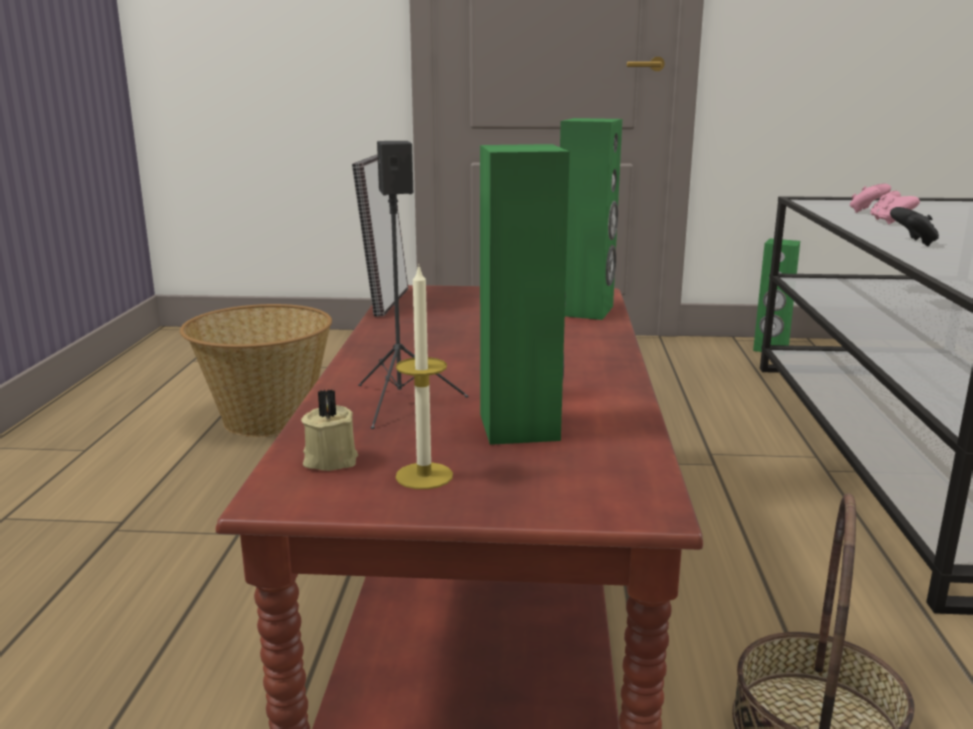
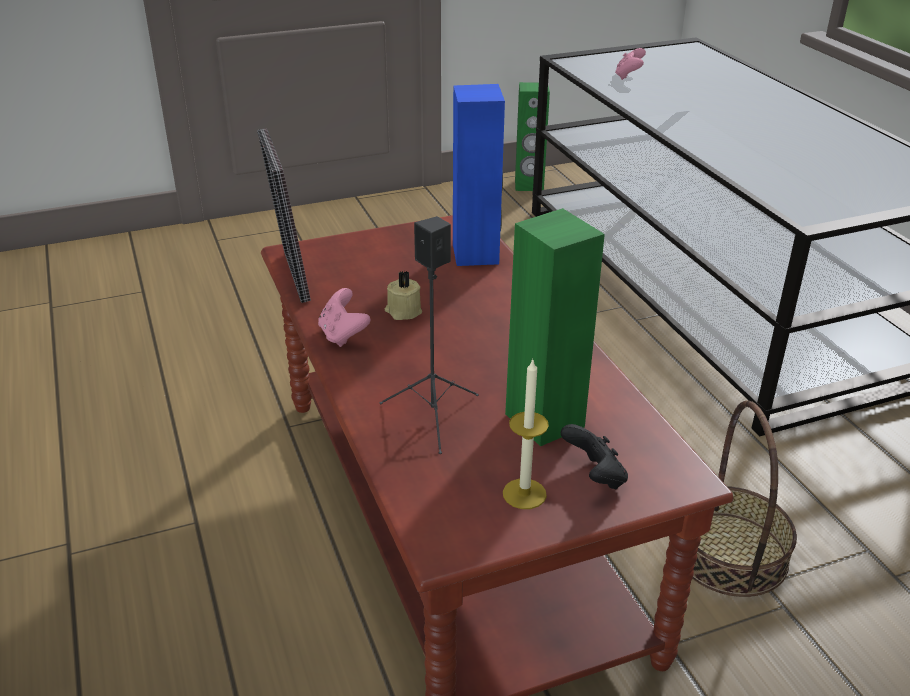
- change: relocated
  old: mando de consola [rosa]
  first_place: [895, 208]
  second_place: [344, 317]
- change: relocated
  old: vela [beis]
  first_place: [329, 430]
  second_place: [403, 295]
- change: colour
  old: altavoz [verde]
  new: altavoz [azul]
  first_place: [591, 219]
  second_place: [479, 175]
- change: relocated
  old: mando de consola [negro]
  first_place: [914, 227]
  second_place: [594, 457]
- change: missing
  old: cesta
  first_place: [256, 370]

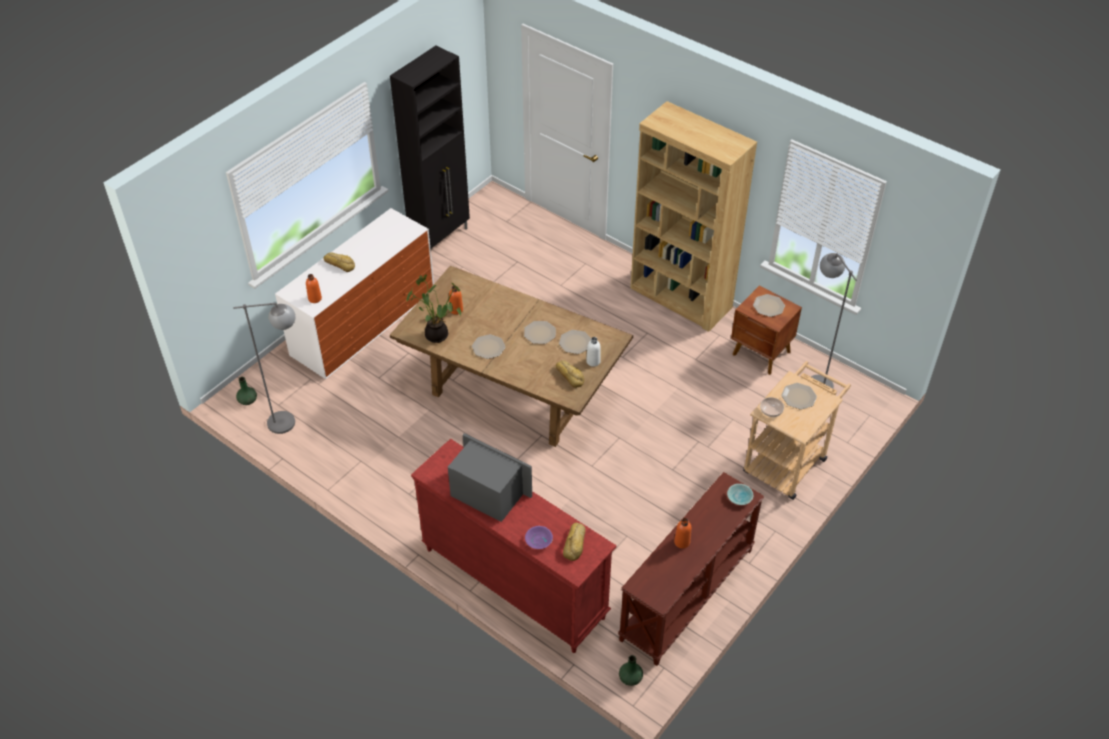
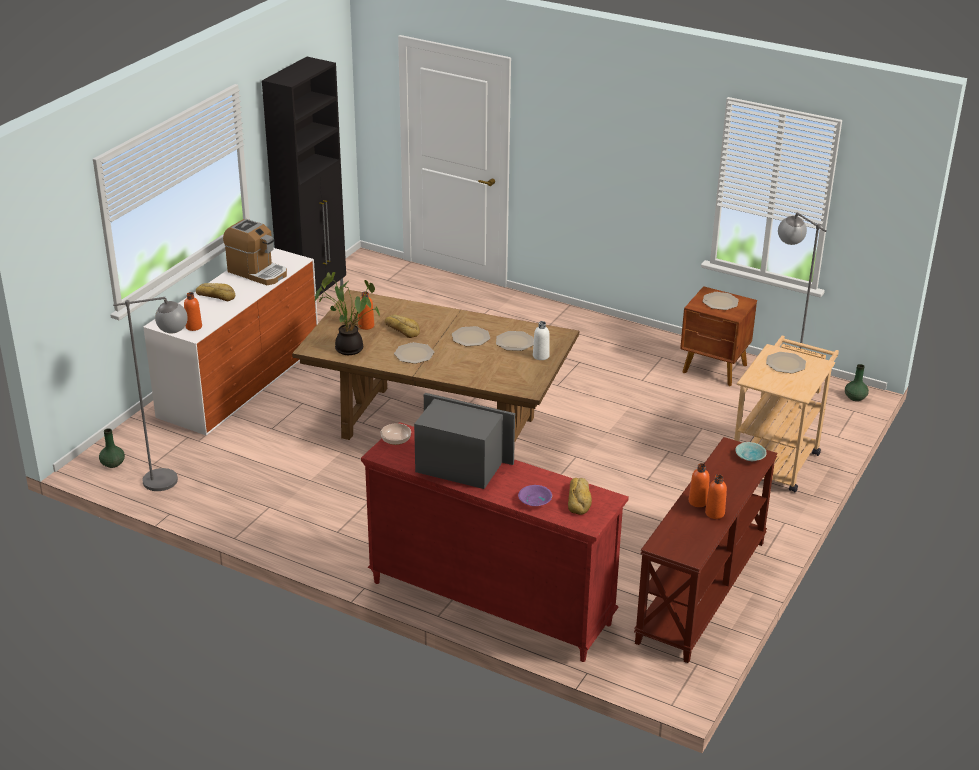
- change: appeared
  new: cafetera
  second_place: [255, 252]
- change: relocated
  old: cuenco
  first_place: [772, 407]
  second_place: [395, 434]
- change: relocated
  old: pan
  first_place: [570, 374]
  second_place: [402, 326]
- change: appeared
  new: botella [naranja]
  second_place: [716, 497]
- change: relocated
  old: florero [verde]
  first_place: [631, 670]
  second_place: [857, 382]
- change: missing
  old: estantería [marrón]
  first_place: [693, 216]

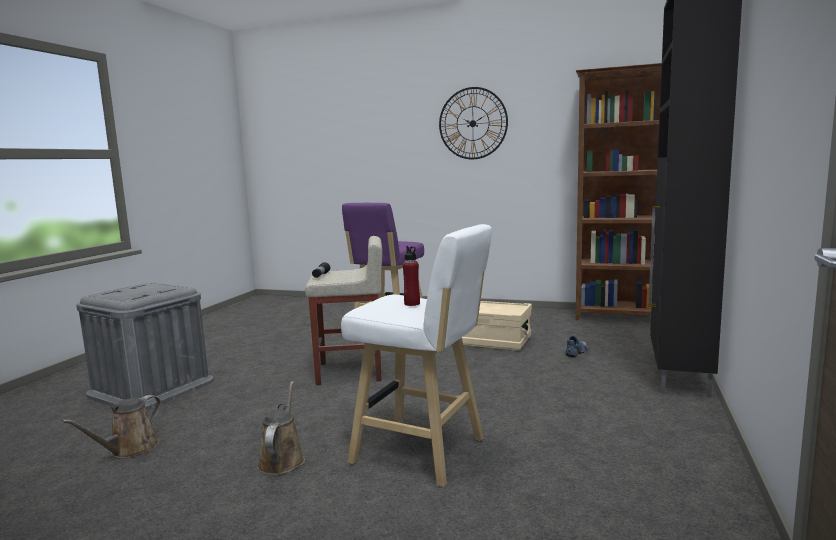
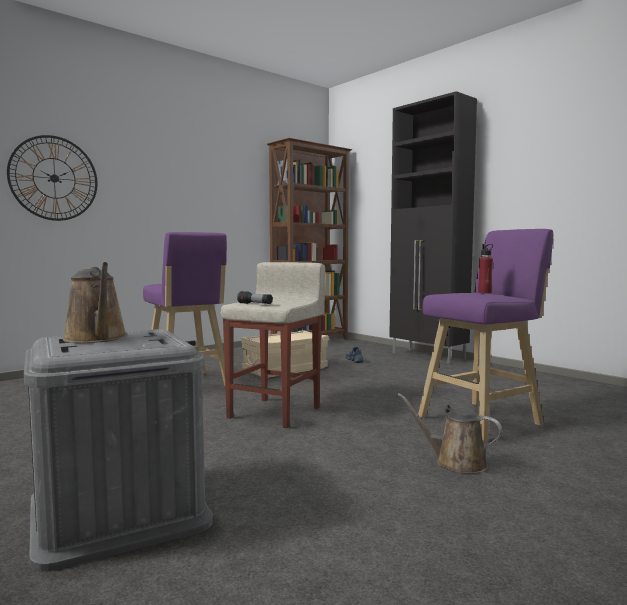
- change: relocated
  old: reloj de pared
  first_place: [473, 123]
  second_place: [52, 178]
- change: relocated
  old: regadera [marrón]
  first_place: [111, 426]
  second_place: [95, 302]
- change: colour
  old: taburete [blanco]
  new: taburete [morado]
  first_place: [416, 355]
  second_place: [485, 335]

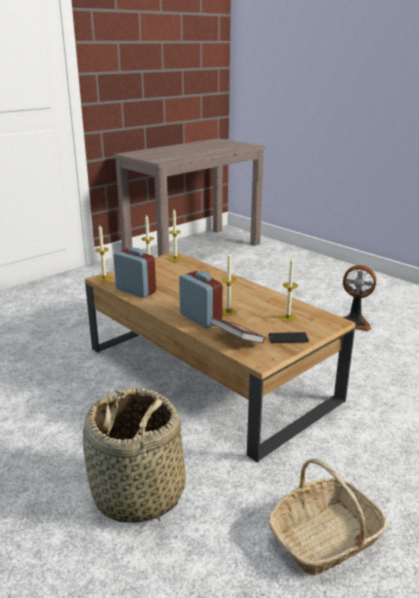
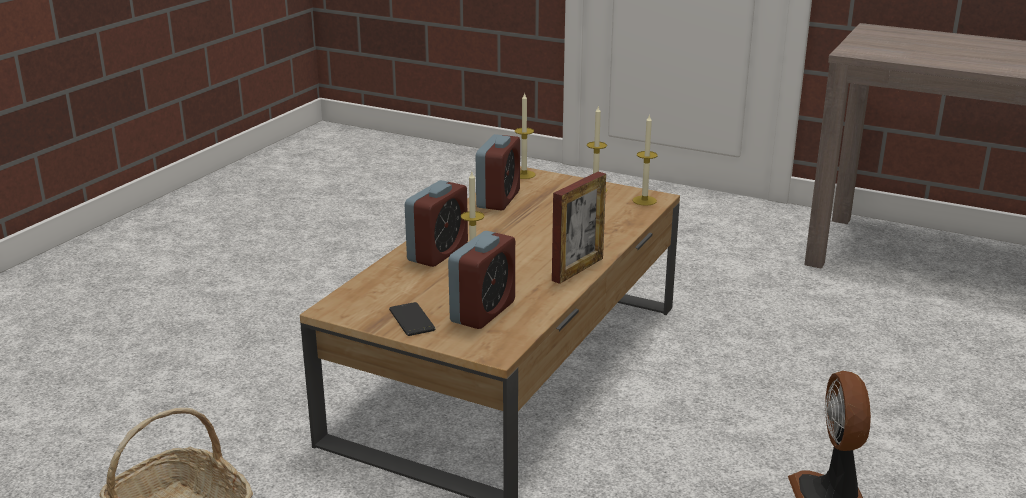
- change: exchanged
  old: vela
  new: despertador
  first_place: [288, 289]
  second_place: [481, 280]
- change: appeared
  new: portarretratos
  second_place: [579, 228]
- change: missing
  old: cesta
  first_place: [134, 455]
- change: missing
  old: libro
  first_place: [237, 330]

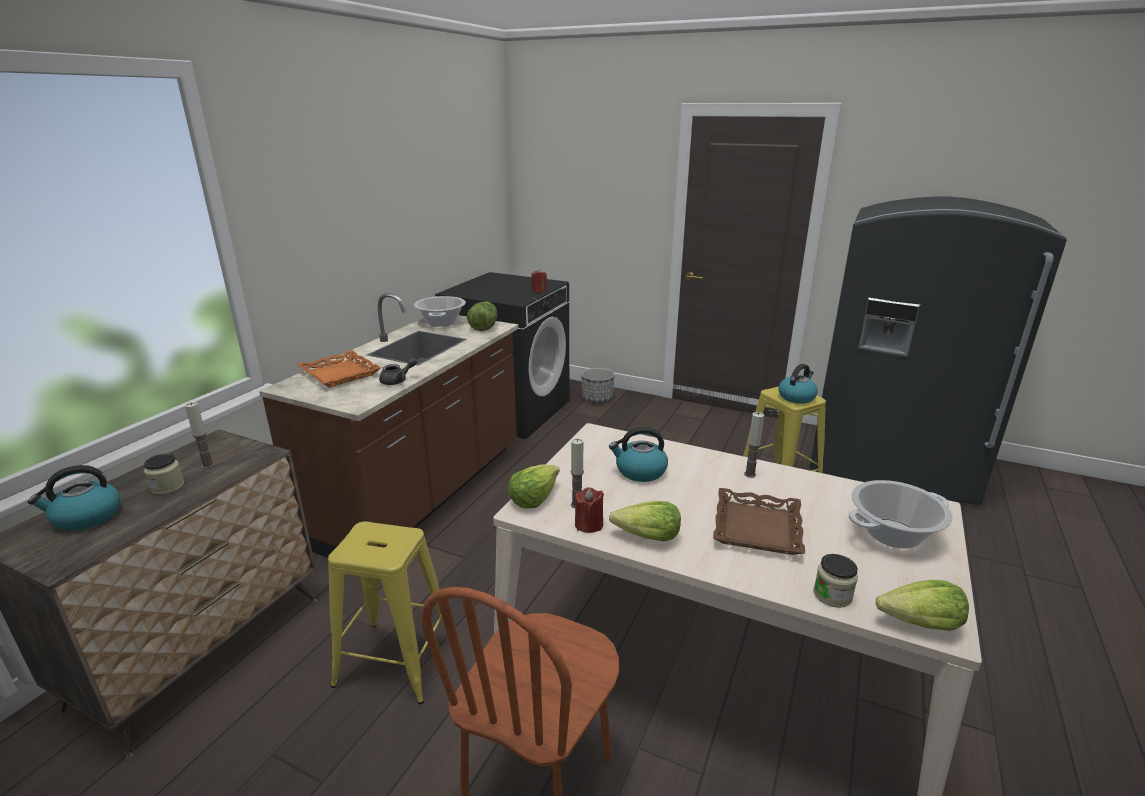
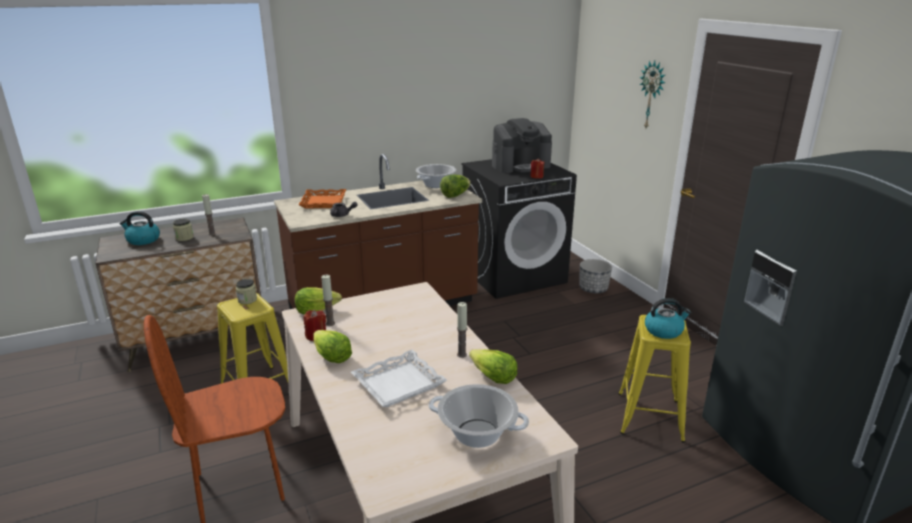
- change: relocated
  old: tarro
  first_place: [835, 581]
  second_place: [246, 291]
- change: colour
  old: bandeja [marrón]
  new: bandeja [blanco]
  first_place: [759, 521]
  second_place: [399, 378]
- change: relocated
  old: lechuga
  first_place: [922, 605]
  second_place: [493, 366]
- change: appeared
  new: cafetera
  second_place: [522, 145]
- change: appeared
  new: reloj de pared
  second_place: [652, 94]
- change: missing
  old: hervidor
  first_place: [638, 454]

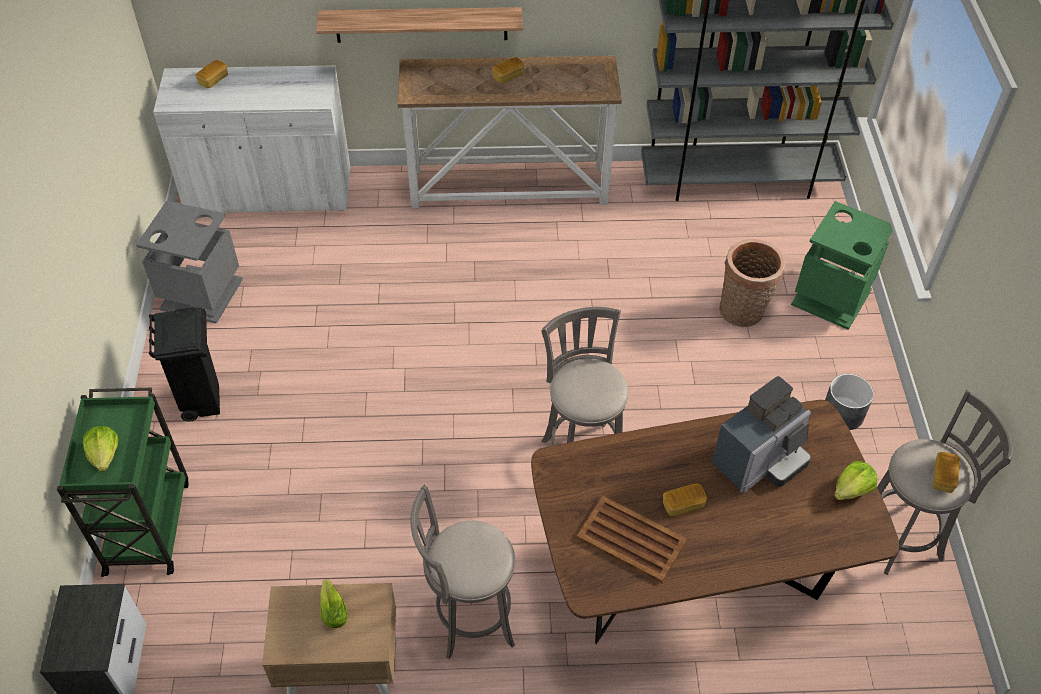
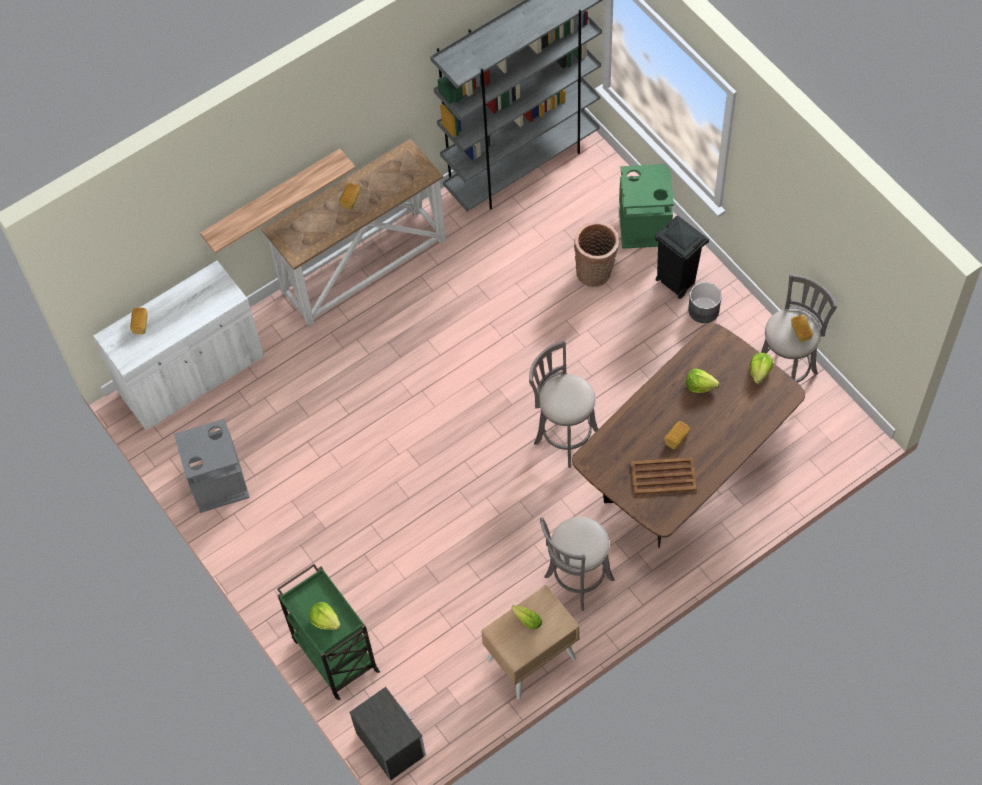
- change: relocated
  old: papelera [negro]
  first_place: [184, 364]
  second_place: [682, 257]
- change: exchanged
  old: cafetera
  new: lechuga
  first_place: [761, 435]
  second_place: [702, 381]

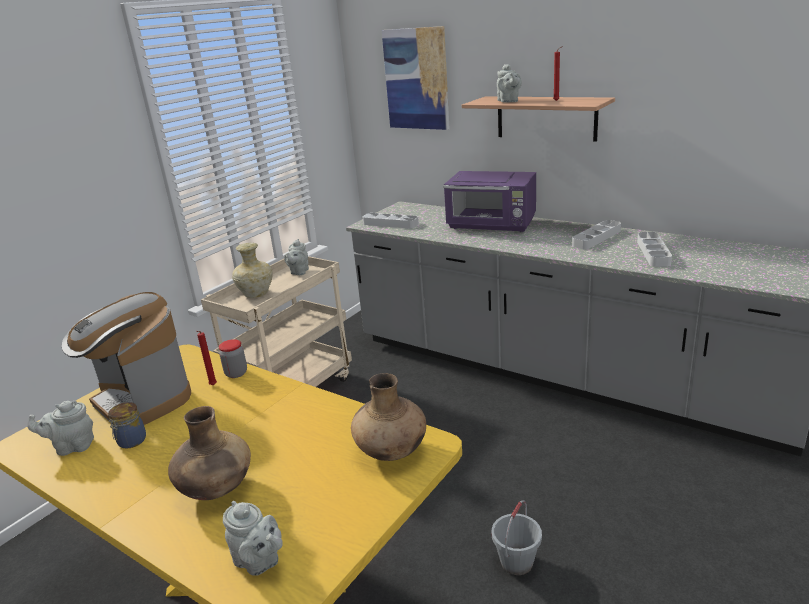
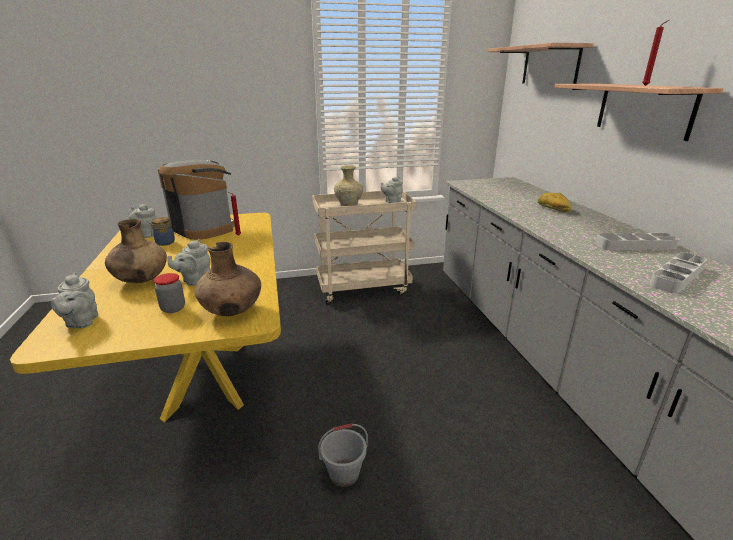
- change: relocated
  old: tarro
  first_place: [233, 358]
  second_place: [169, 293]
- change: spun
  old: cafetera
  first_place: [126, 358]
  second_place: [196, 200]
  degrees: 135
- change: relocated
  old: tetera [gris]
  first_place: [509, 83]
  second_place: [188, 262]
- change: exchanged
  old: cuadro
  new: estante
  first_place: [416, 78]
  second_place: [540, 63]
- change: exchanged
  old: microondas [morado]
  new: pan
  first_place: [489, 201]
  second_place: [555, 202]
- change: missing
  old: bandeja [gris]
  first_place: [390, 220]

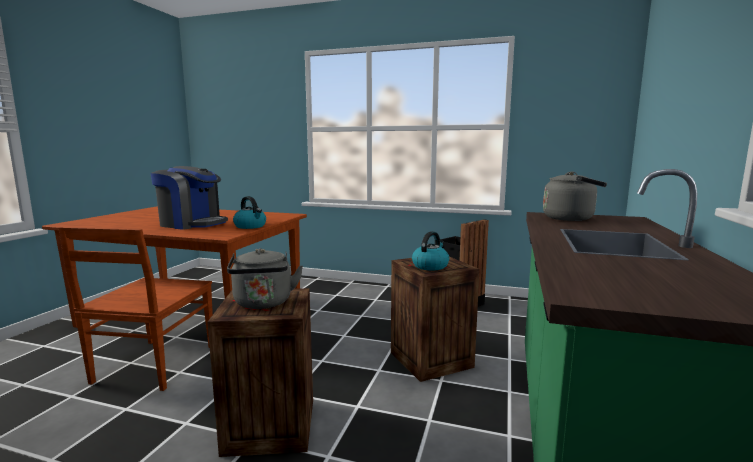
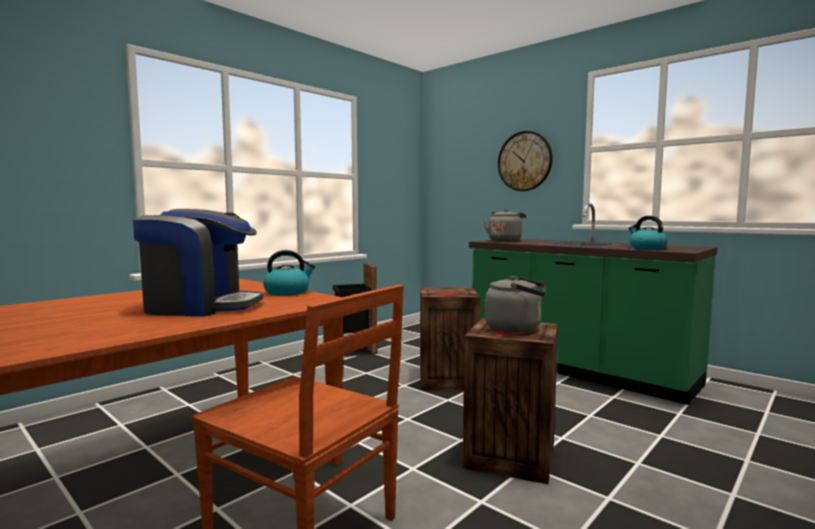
- change: spun
  old: cafetera
  first_place: [189, 198]
  second_place: [198, 262]
  degrees: 45
- change: appeared
  new: reloj de pared
  second_place: [525, 161]
- change: relocated
  old: hervidor
  first_place: [430, 251]
  second_place: [648, 233]

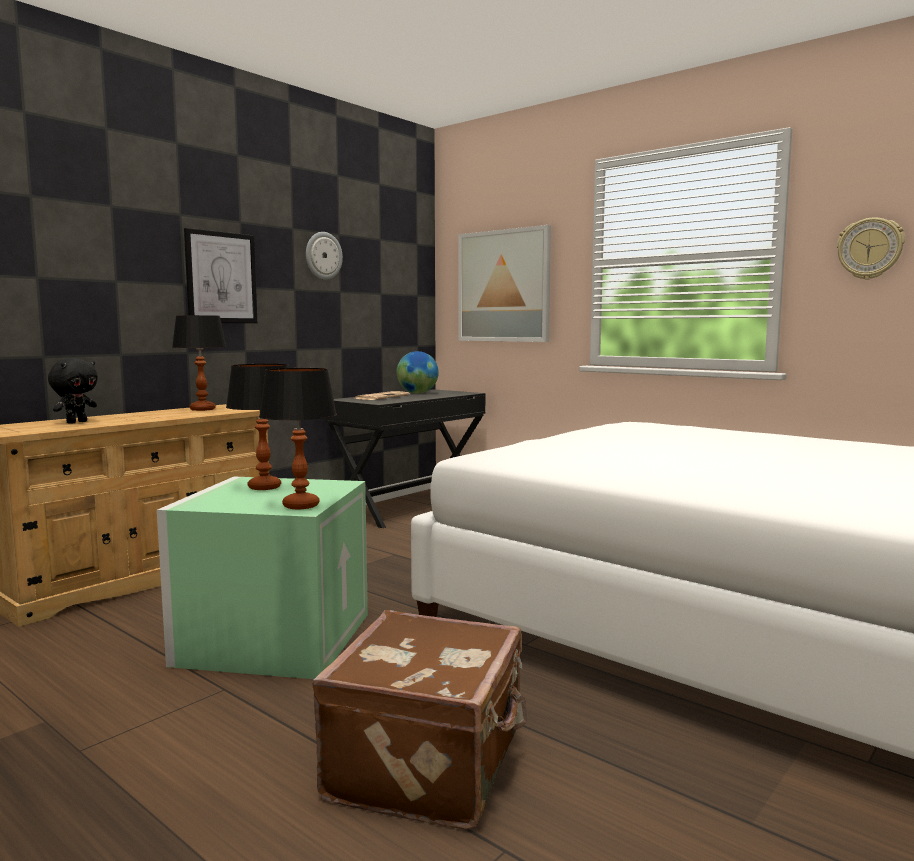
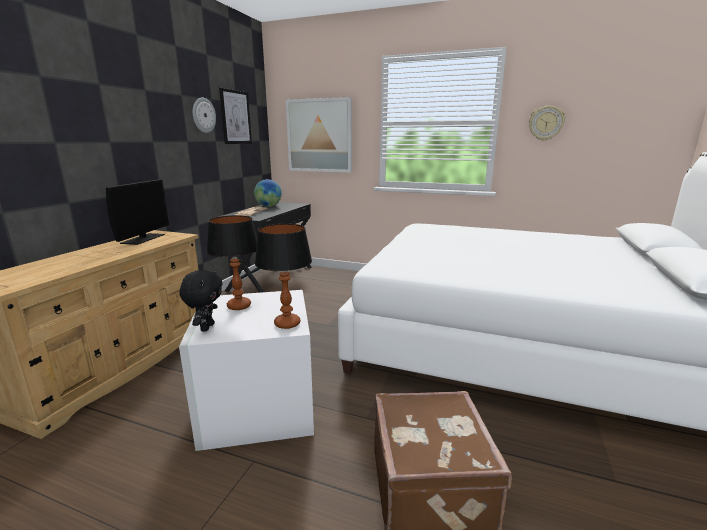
- change: exchanged
  old: lámpara de mesa
  new: monitor
  first_place: [199, 363]
  second_place: [137, 212]
- change: relocated
  old: peluche [negro]
  first_place: [73, 391]
  second_place: [201, 301]
- change: colour
  old: caja de almacenaje [verde]
  new: caja de almacenaje [blanco]
  first_place: [262, 578]
  second_place: [246, 370]
- change: relocated
  old: cuadro
  first_place: [220, 275]
  second_place: [235, 116]

